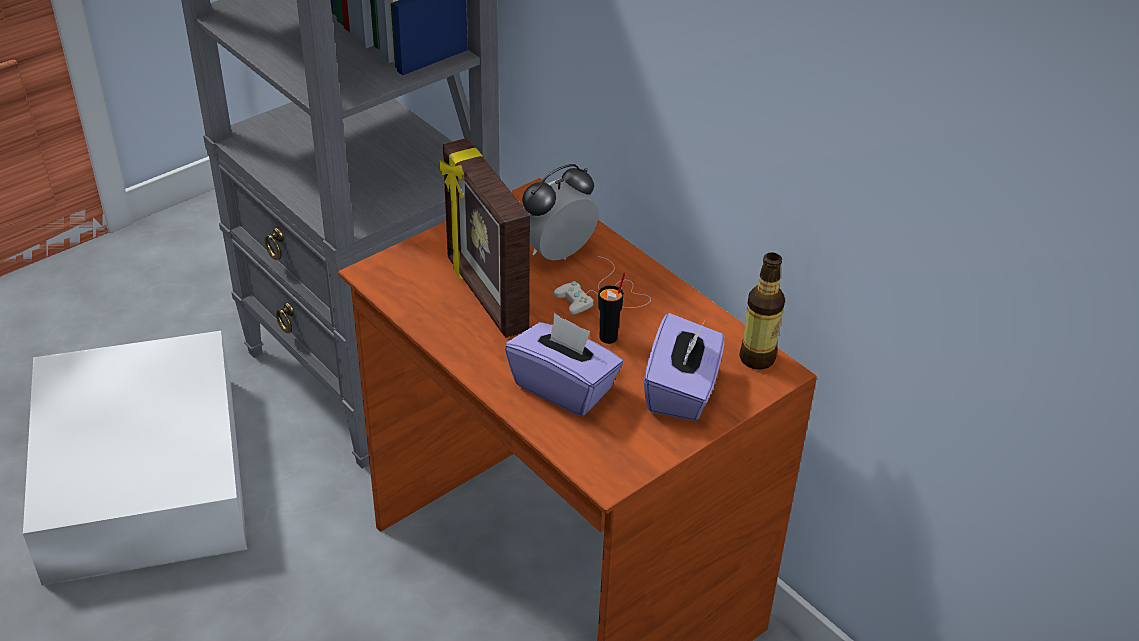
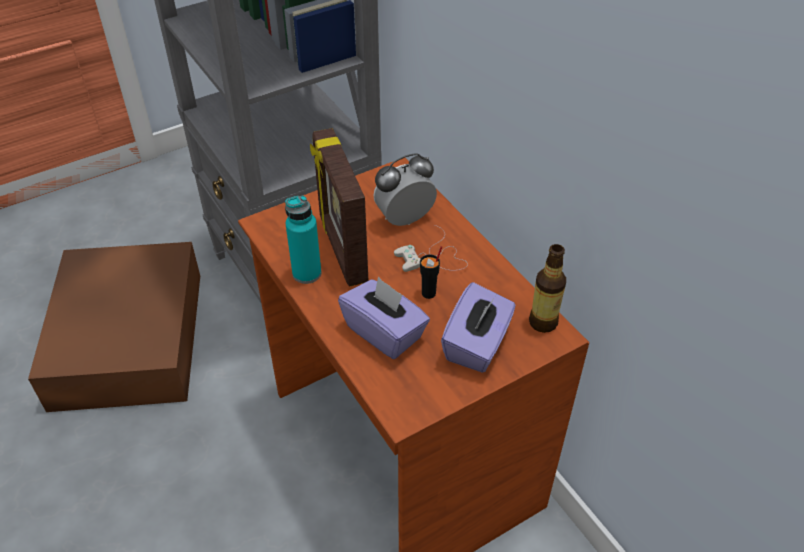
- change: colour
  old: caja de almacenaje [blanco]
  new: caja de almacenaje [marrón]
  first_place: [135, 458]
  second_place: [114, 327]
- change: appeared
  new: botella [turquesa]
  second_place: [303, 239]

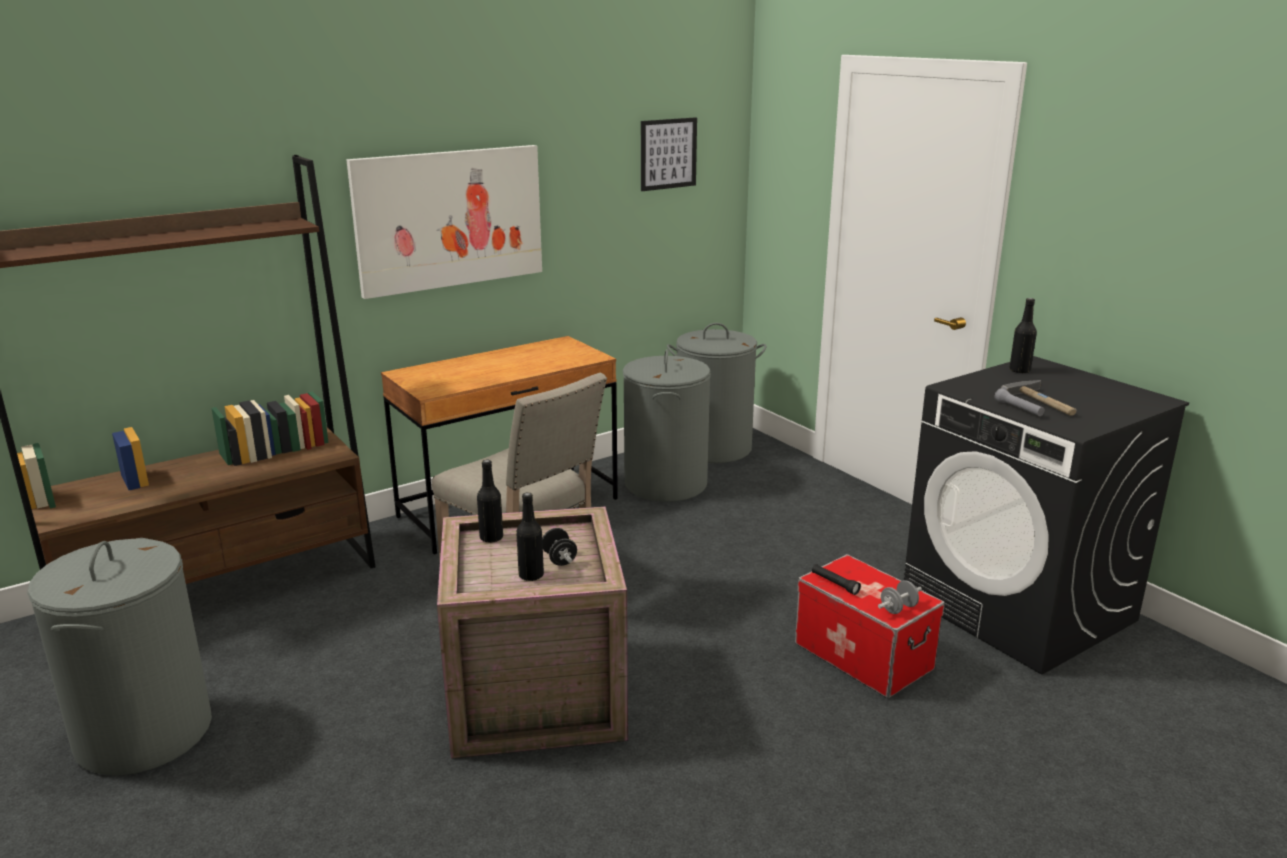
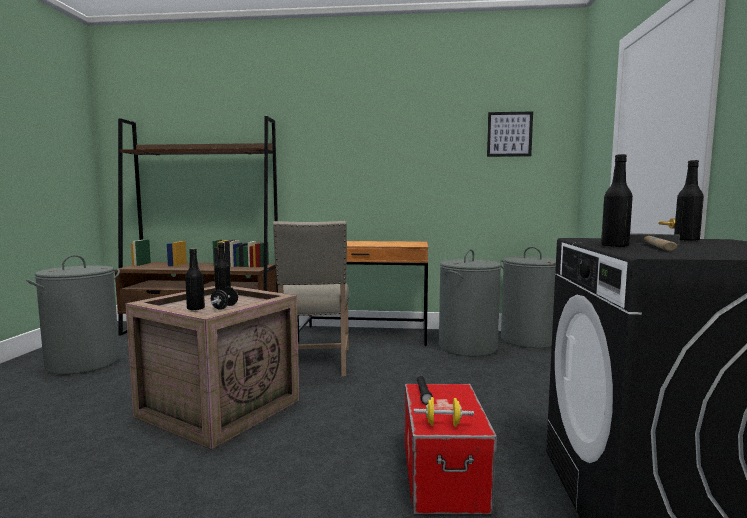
- change: colour
  old: mancuerna [gris]
  new: mancuerna [amarillo]
  first_place: [900, 597]
  second_place: [444, 412]
- change: exchanged
  old: linterna [gris]
  new: botella [negro]
  first_place: [1020, 402]
  second_place: [617, 200]
- change: missing
  old: cuadro
  first_place: [444, 222]

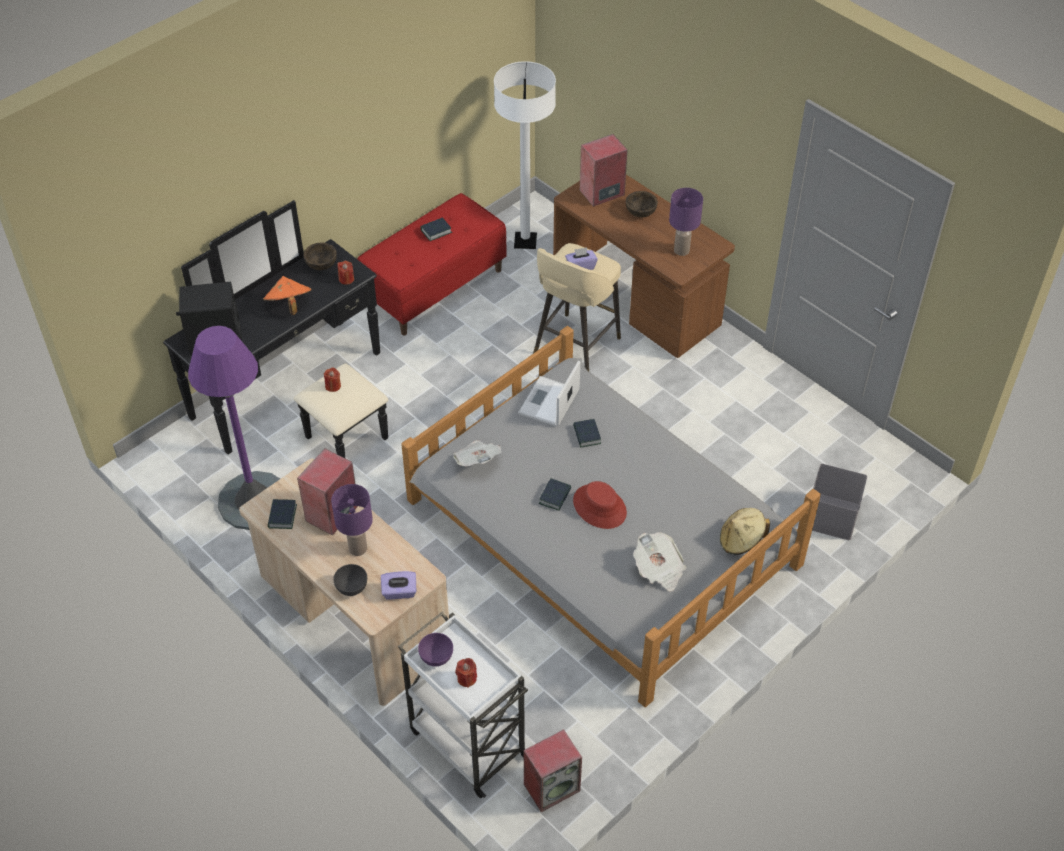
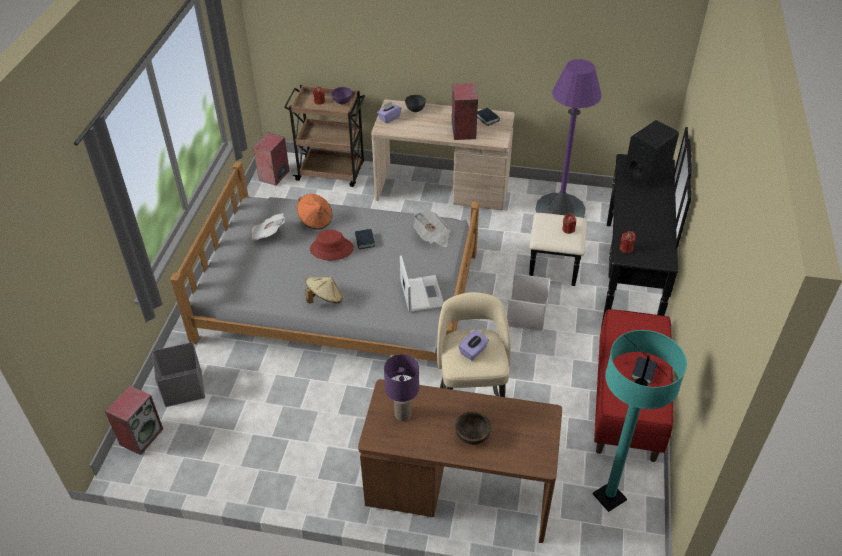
- change: relocated
  old: altavoz
  first_place: [603, 170]
  second_place: [134, 420]
- change: colour
  old: carrito [blanco]
  new: carrito [marrón]
  first_place: [463, 704]
  second_place: [324, 136]
- change: relocated
  old: sombrero [naranja]
  first_place: [287, 295]
  second_place: [314, 212]
- change: relocated
  old: sombrero [beis]
  first_place: [745, 531]
  second_place: [324, 290]
- change: appeared
  new: caja de almacenaje [blanco]
  second_place: [528, 303]
- change: colour
  old: lámpara de pie [blanco]
  new: lámpara de pie [turquesa]
  first_place: [525, 155]
  second_place: [640, 421]
- change: missing
  old: cuenco [marrón]
  first_place: [320, 256]
- change: missing
  old: lámpara de mesa [morado]
  first_place: [352, 520]
- change: missing
  old: libro
  first_place: [587, 433]

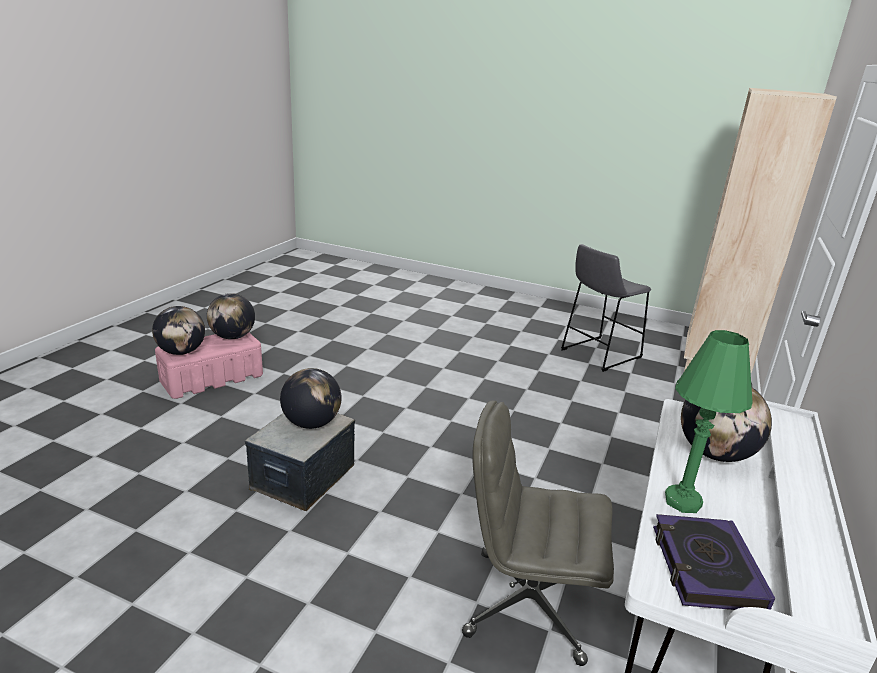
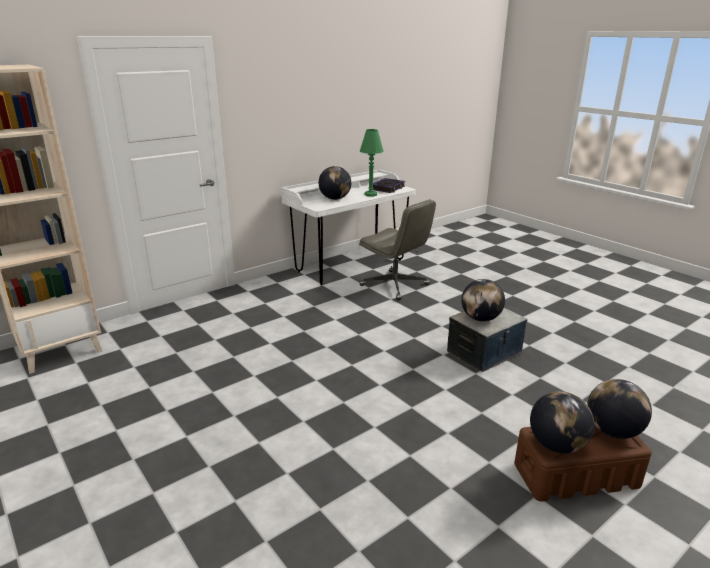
- change: colour
  old: caja de almacenaje [rosa]
  new: caja de almacenaje [marrón]
  first_place: [209, 365]
  second_place: [583, 463]
- change: missing
  old: taburete [gris]
  first_place: [606, 308]

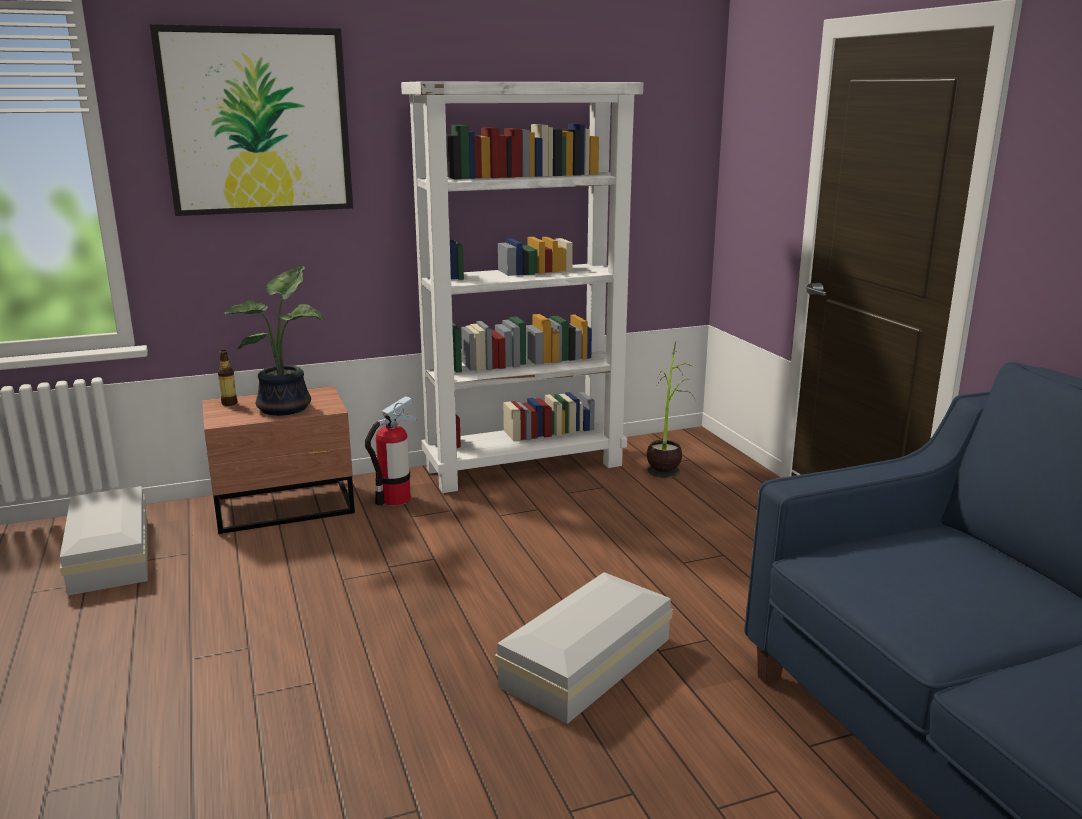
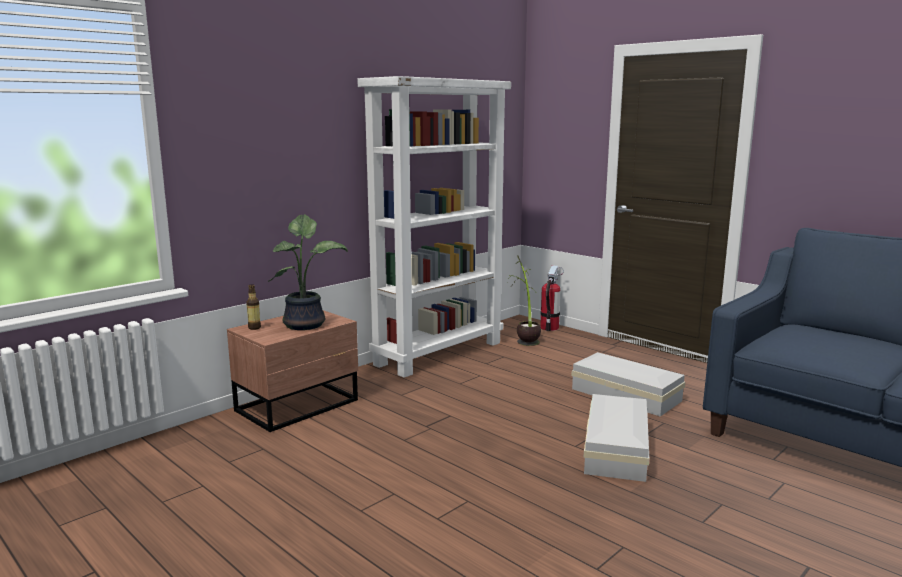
- change: relocated
  old: extintor
  first_place: [390, 451]
  second_place: [552, 298]
- change: relocated
  old: caja de almacenaje [blanco]
  first_place: [104, 541]
  second_place: [628, 384]
- change: missing
  old: cuadro
  first_place: [251, 120]

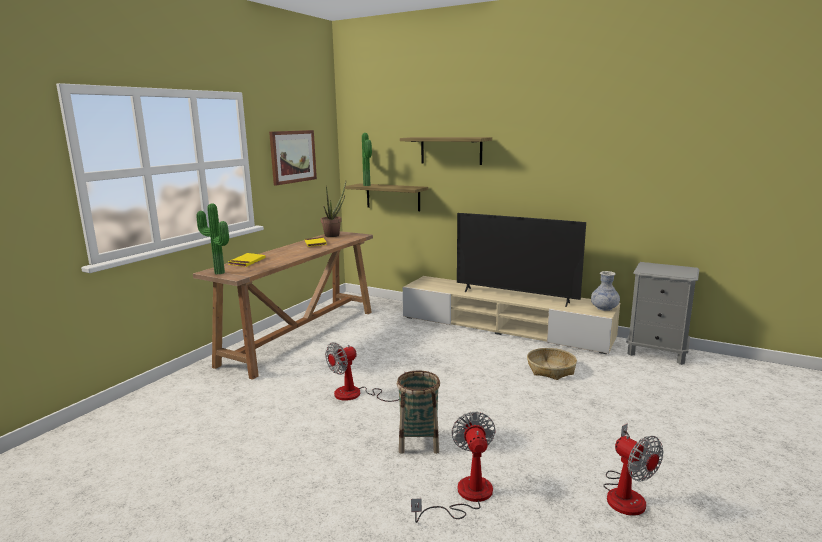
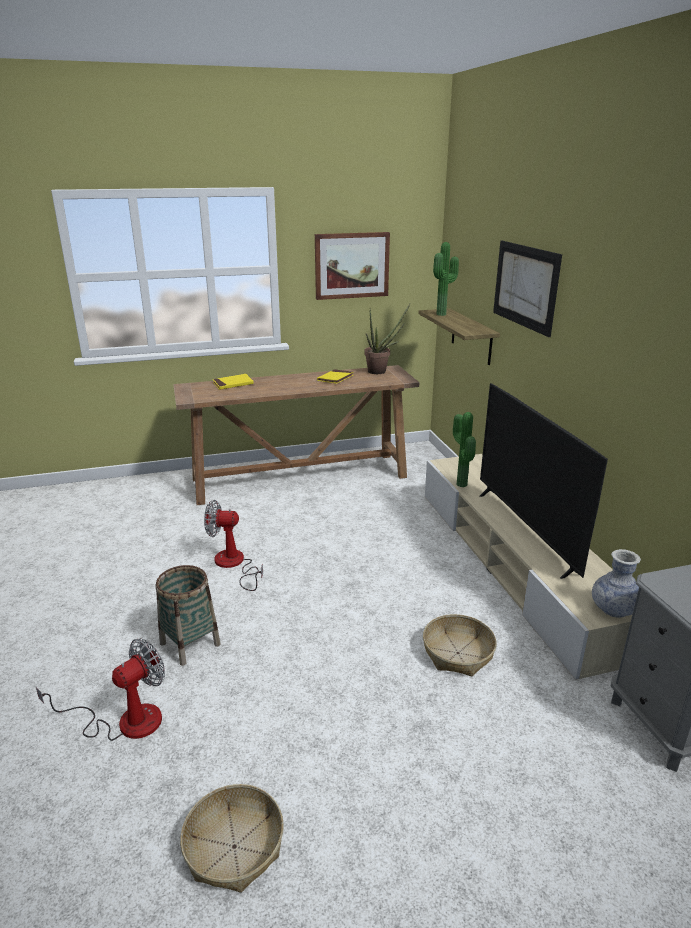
- change: exchanged
  old: ventilador
  new: cesta
  first_place: [633, 469]
  second_place: [232, 838]
- change: relocated
  old: planta en maceta
  first_place: [212, 239]
  second_place: [464, 449]
- change: exchanged
  old: estante
  new: cuadro
  first_place: [446, 151]
  second_place: [527, 289]

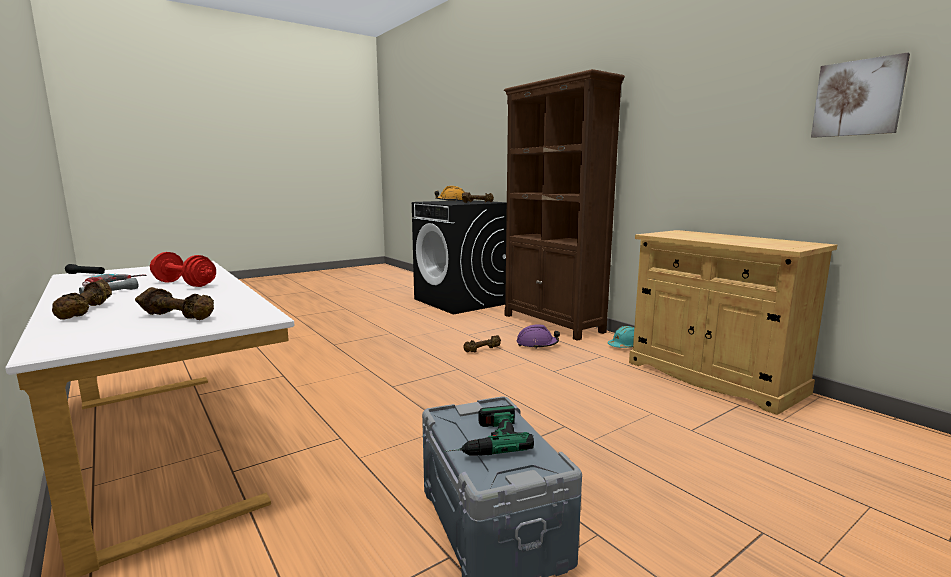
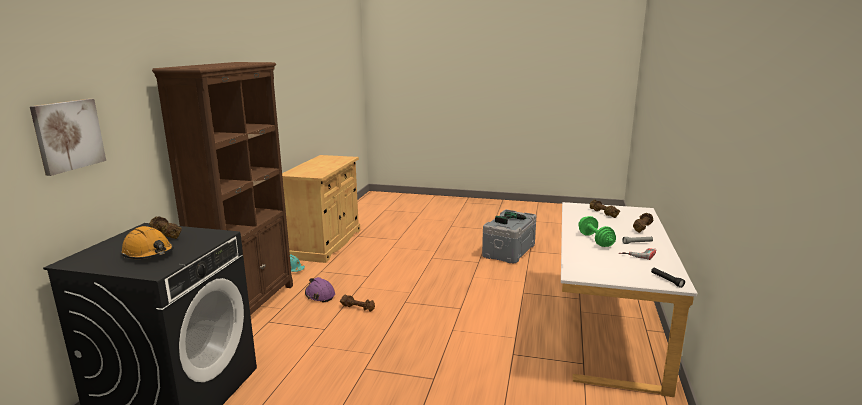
- change: relocated
  old: cuadro
  first_place: [860, 95]
  second_place: [68, 137]
- change: colour
  old: mancuerna [rojo]
  new: mancuerna [verde]
  first_place: [183, 269]
  second_place: [597, 231]

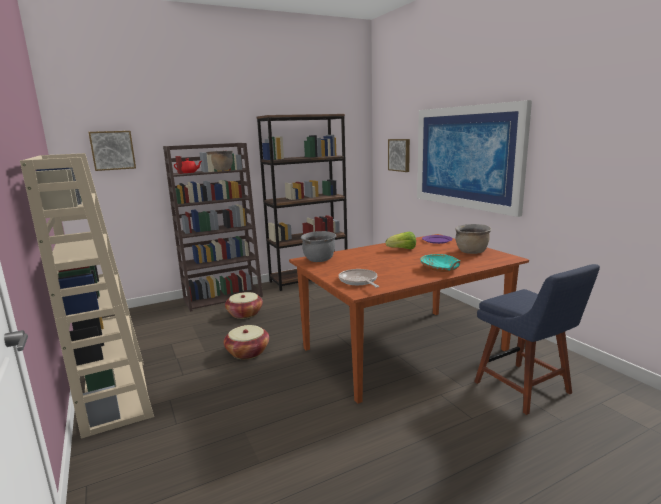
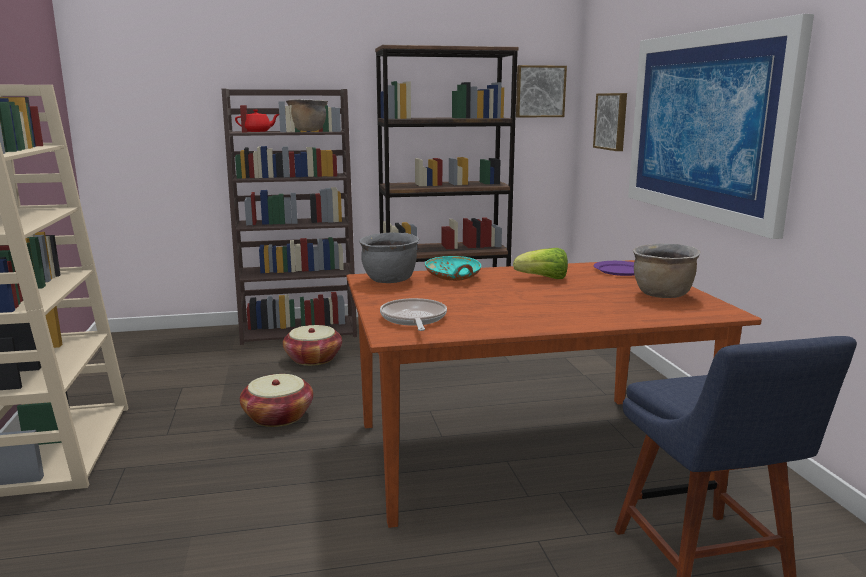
- change: relocated
  old: cuenco [turquesa]
  first_place: [440, 263]
  second_place: [453, 268]
- change: relocated
  old: cuadro
  first_place: [112, 151]
  second_place: [541, 91]

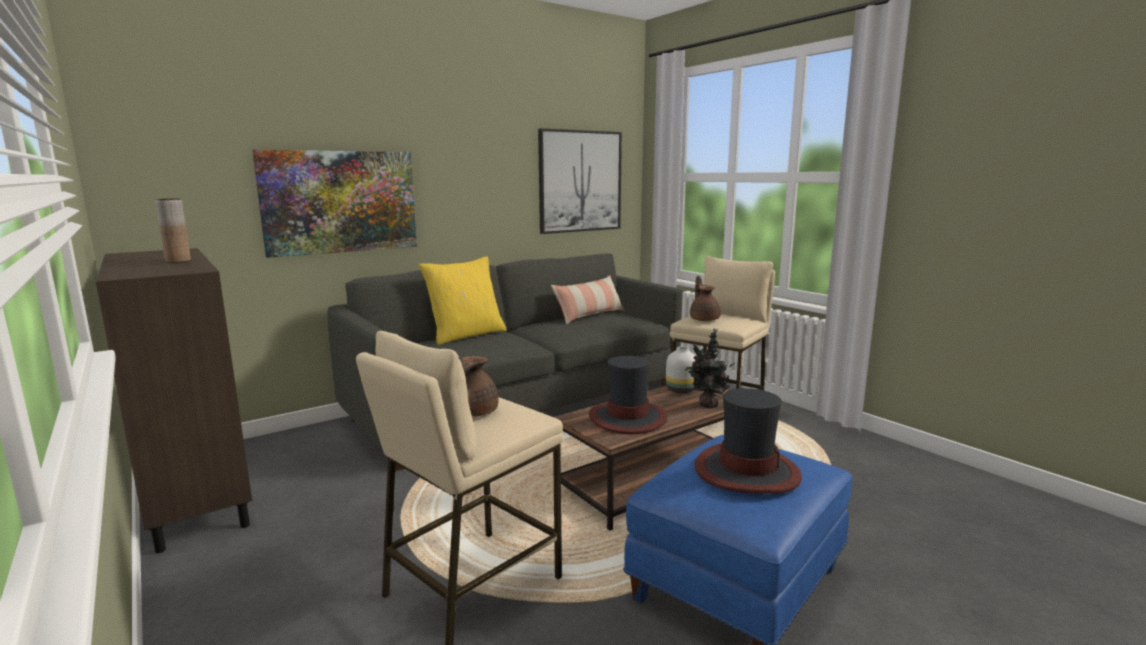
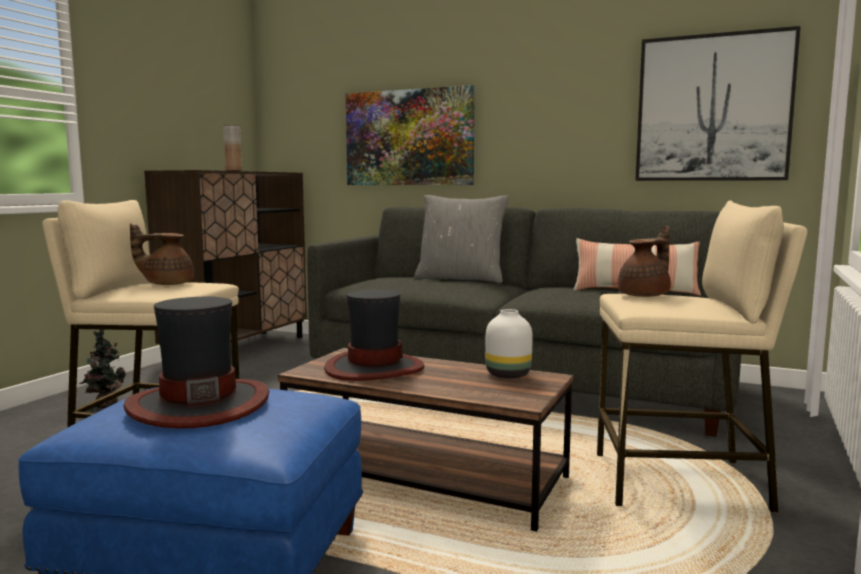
- change: relocated
  old: planta en maceta
  first_place: [710, 368]
  second_place: [102, 368]
- change: colour
  old: cojín [amarillo]
  new: cojín [gris]
  first_place: [463, 300]
  second_place: [461, 239]

